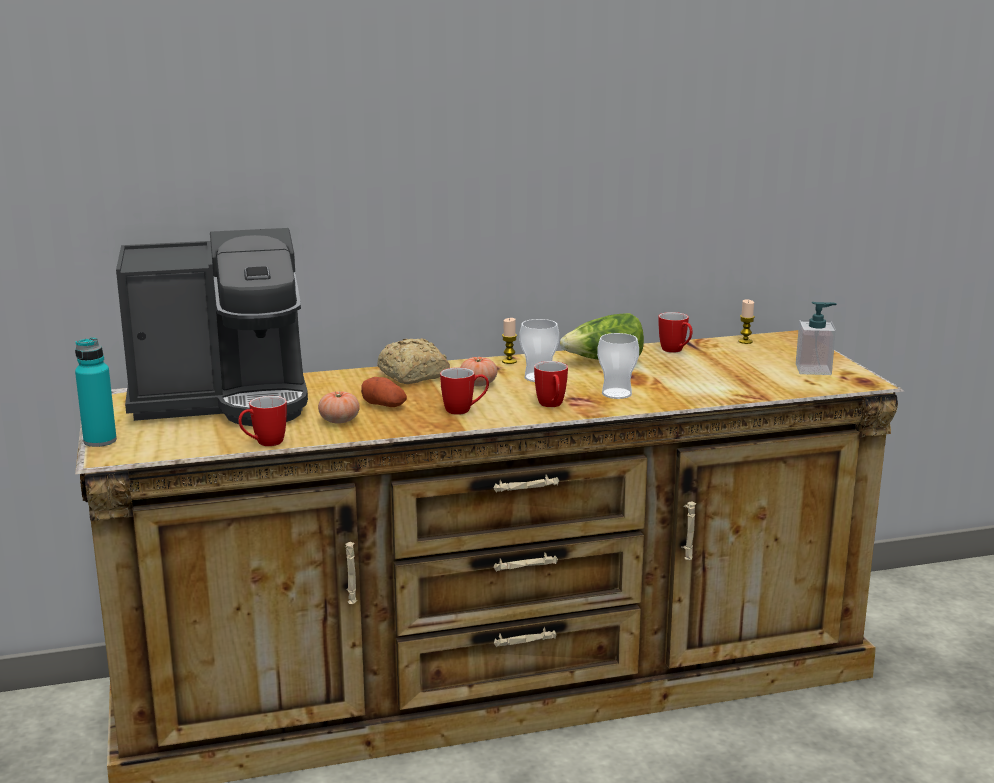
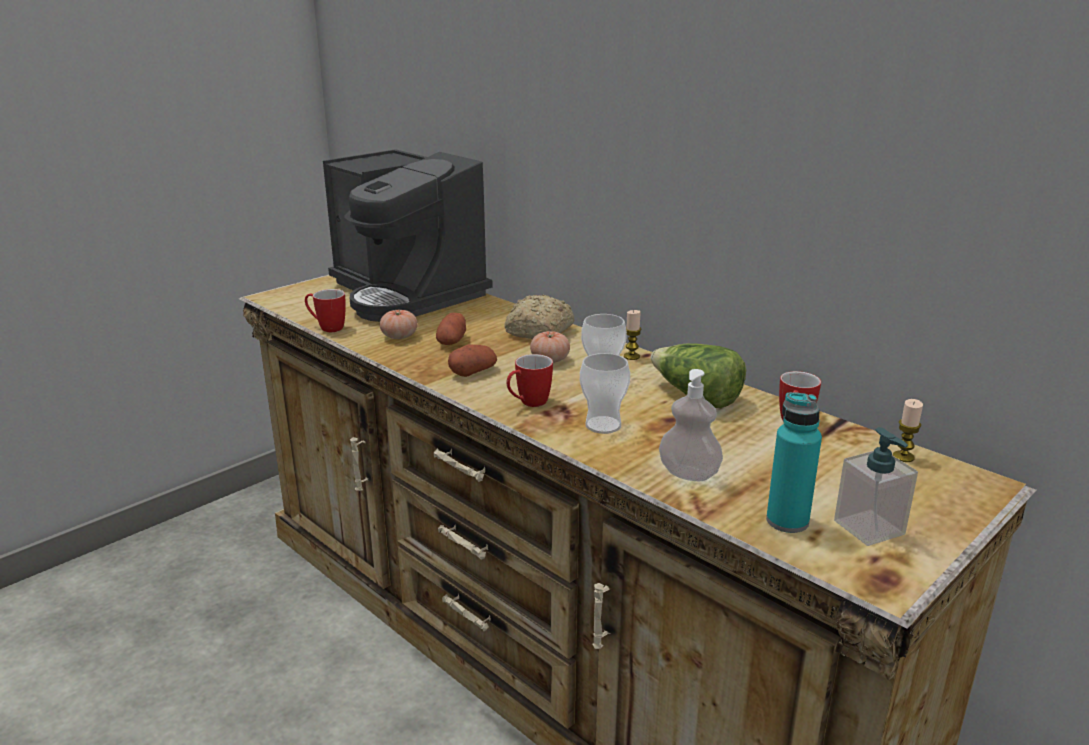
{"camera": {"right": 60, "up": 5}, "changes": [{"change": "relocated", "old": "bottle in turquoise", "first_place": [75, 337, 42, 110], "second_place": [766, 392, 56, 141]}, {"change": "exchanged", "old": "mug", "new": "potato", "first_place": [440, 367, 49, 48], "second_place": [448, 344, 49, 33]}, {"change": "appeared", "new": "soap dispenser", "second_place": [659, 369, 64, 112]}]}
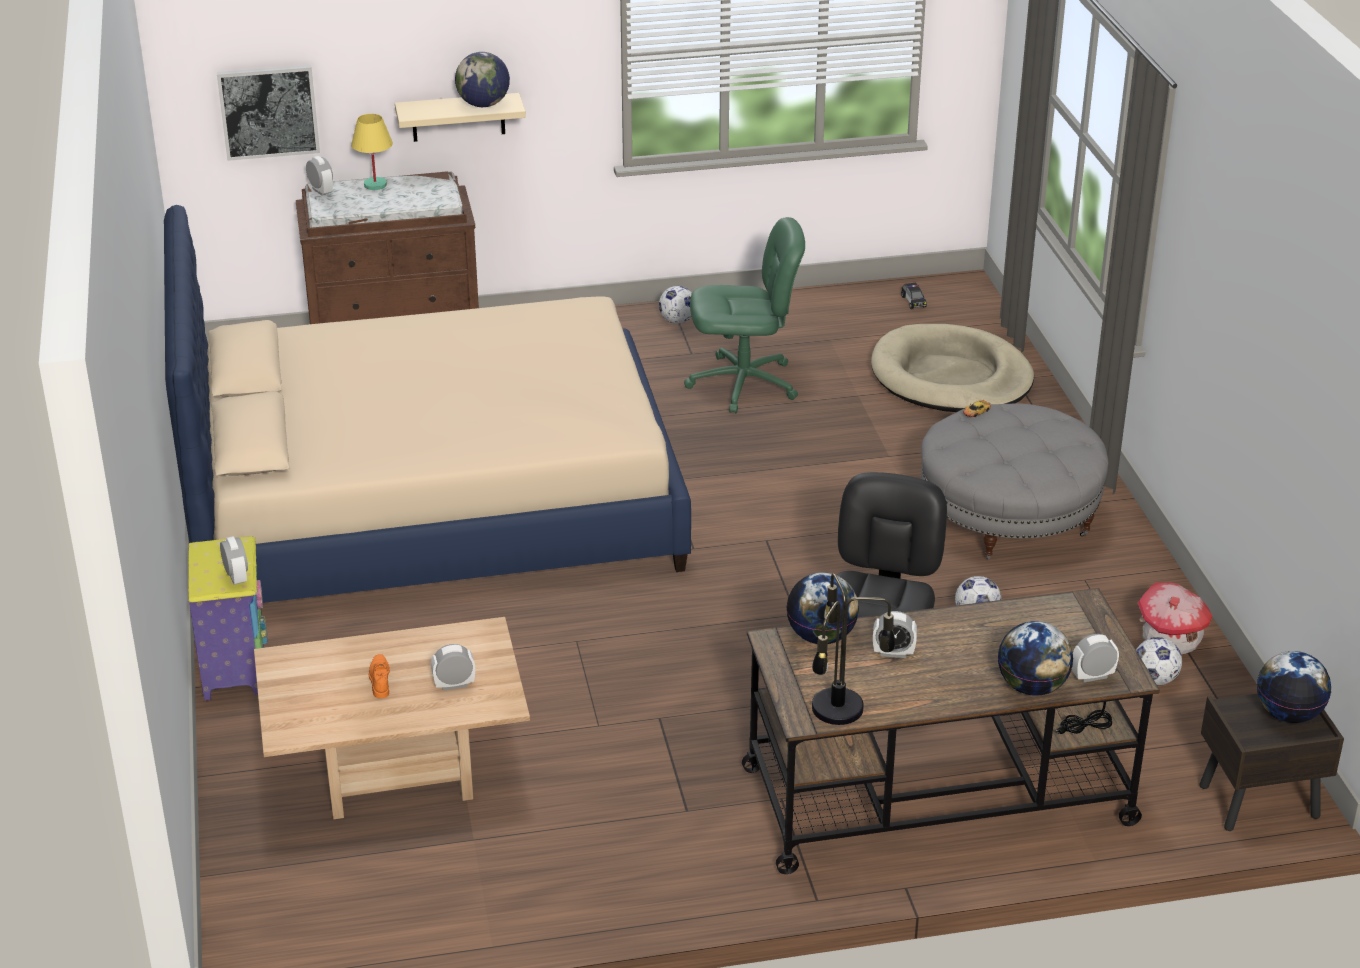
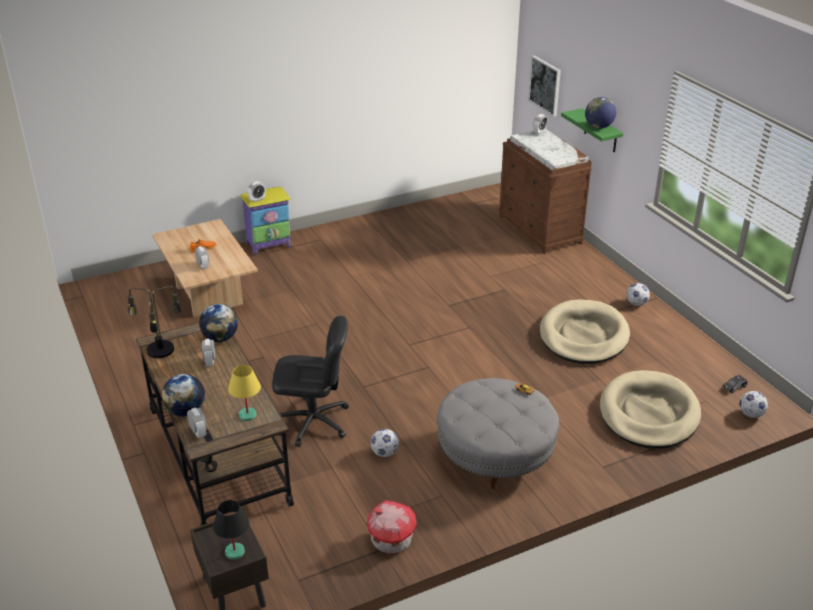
{"camera": {"right": 75, "up": 0}, "changes": [{"change": "colour", "old": "shelf in beige", "new": "shelf in green", "first_place": [395, 93, 131, 49], "second_place": [561, 108, 62, 44]}, {"change": "relocated", "old": "table lamp in yellow", "first_place": [351, 114, 42, 76], "second_place": [228, 365, 33, 56]}, {"change": "missing", "old": "bed in beige", "first_place": [164, 205, 527, 398]}, {"change": "exchanged", "old": "office chair in green", "new": "dog bed in beige", "first_place": [684, 217, 121, 196], "second_place": [540, 299, 90, 65]}, {"change": "relocated", "old": "football", "first_place": [1136, 637, 46, 48], "second_place": [740, 391, 28, 27]}, {"change": "exchanged", "old": "globe", "new": "table lamp in black", "first_place": [1257, 651, 74, 72], "second_place": [213, 500, 36, 60]}]}
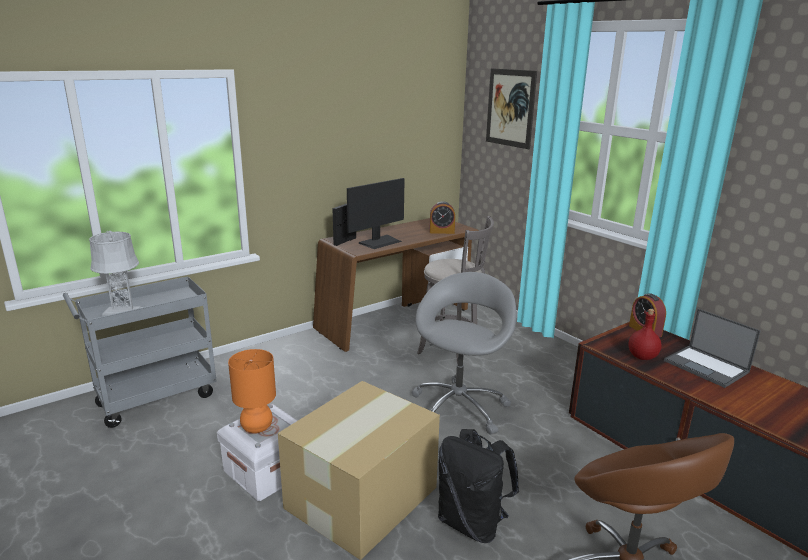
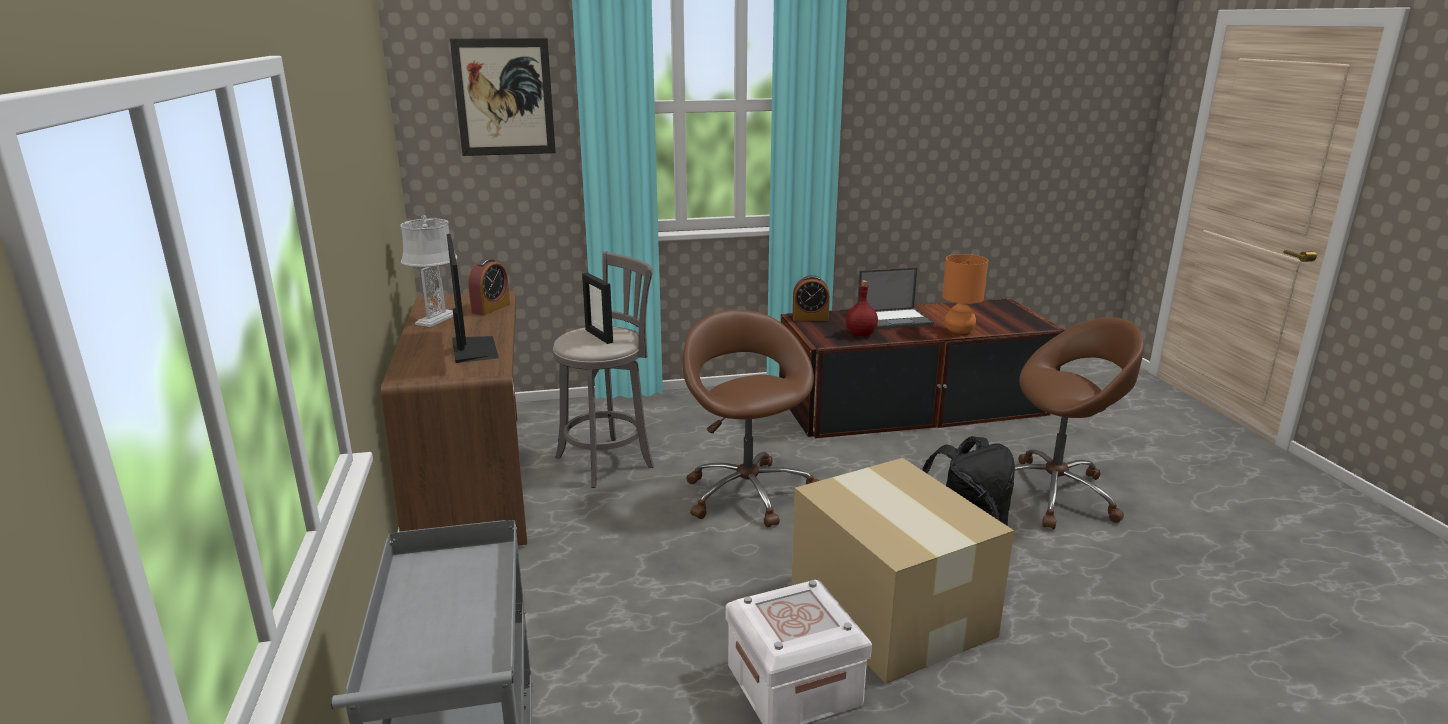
{"camera": {"right": -65, "up": 0}, "changes": [{"change": "relocated", "old": "picture frame", "first_place": [332, 204, 24, 42], "second_place": [582, 273, 31, 71]}, {"change": "relocated", "old": "table lamp in grey", "first_place": [89, 231, 54, 85], "second_place": [400, 215, 57, 112]}, {"change": "colour", "old": "office chair in grey", "new": "office chair in brown", "first_place": [412, 272, 105, 162], "second_place": [683, 309, 136, 218]}, {"change": "relocated", "old": "table lamp in orange", "first_place": [228, 349, 48, 84], "second_place": [942, 254, 46, 80]}]}
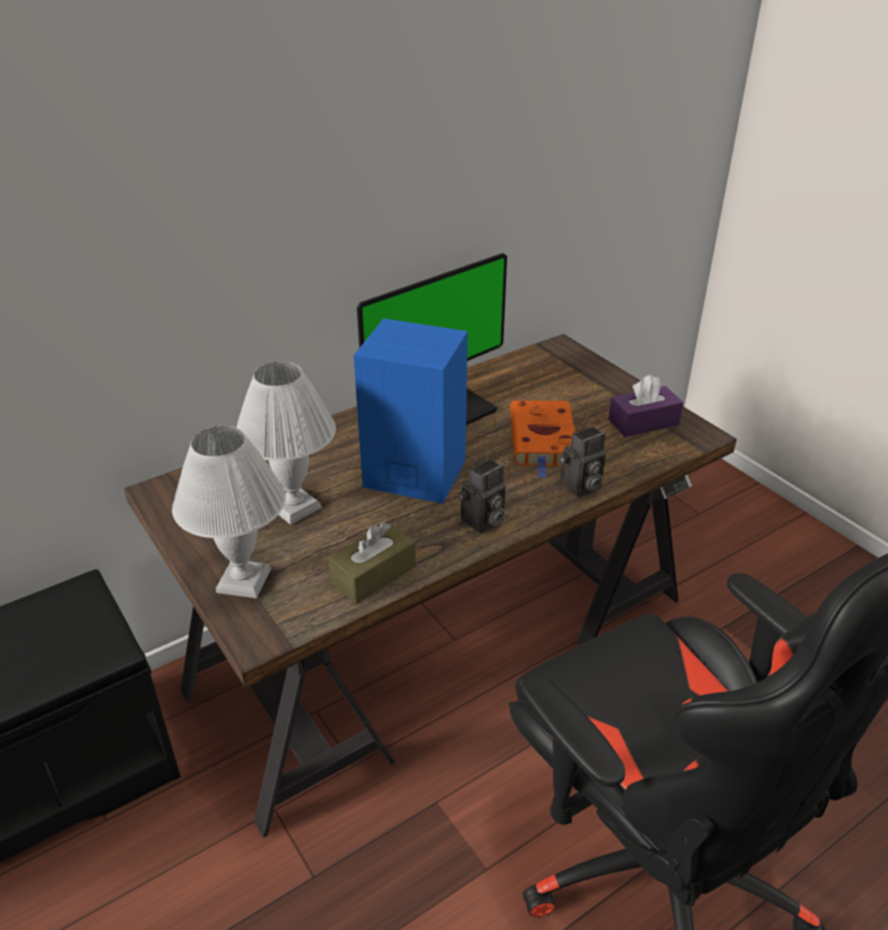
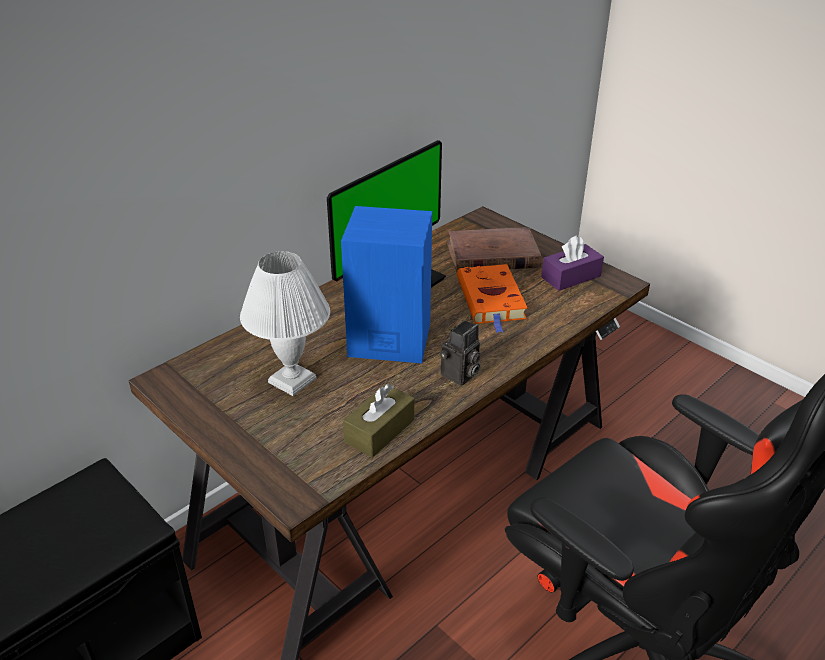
{"camera": {"right": -10, "up": 0}, "changes": [{"change": "missing", "old": "table lamp in white", "first_place": [172, 426, 114, 173]}, {"change": "missing", "old": "photo camera", "first_place": [560, 426, 46, 71]}, {"change": "appeared", "new": "book in brown", "second_place": [446, 227, 96, 45]}]}
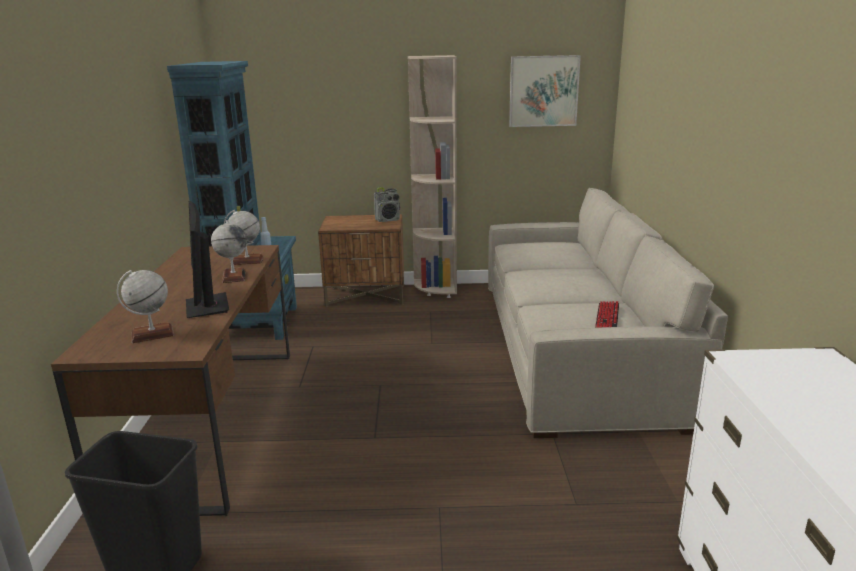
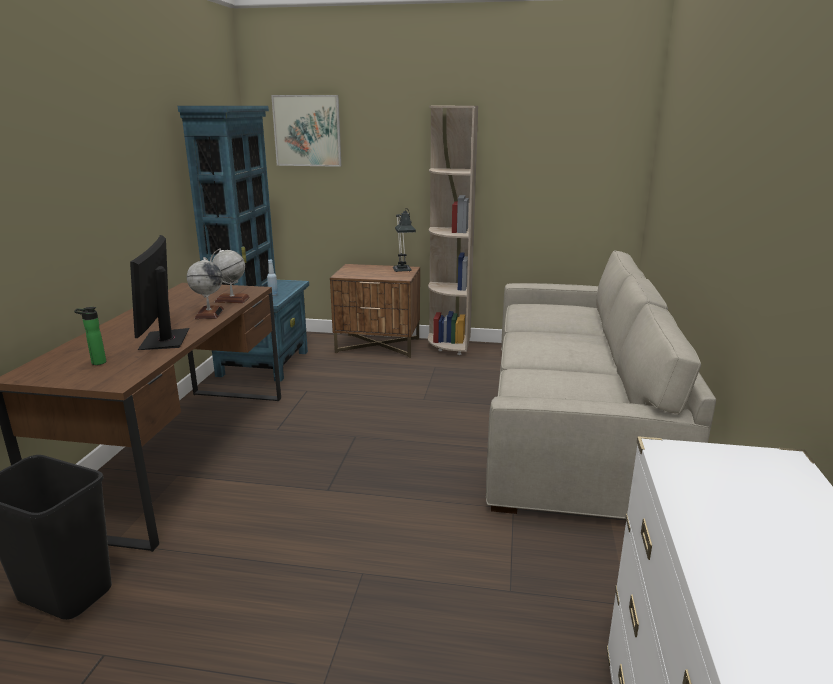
{"camera": {"right": 10, "up": 0}, "changes": [{"change": "relocated", "old": "picture", "first_place": [509, 55, 72, 72], "second_place": [271, 95, 70, 72]}, {"change": "exchanged", "old": "radio", "new": "table lamp", "first_place": [374, 187, 26, 35], "second_place": [393, 208, 23, 64]}, {"change": "exchanged", "old": "globe", "new": "bottle", "first_place": [117, 270, 57, 73], "second_place": [74, 307, 32, 58]}, {"change": "missing", "old": "keyboard", "first_place": [595, 301, 24, 27]}]}
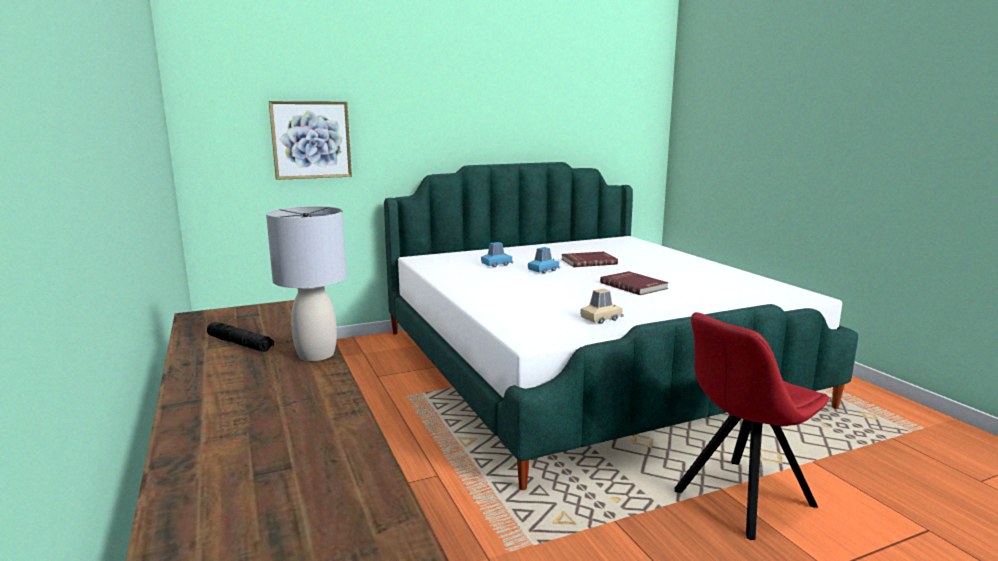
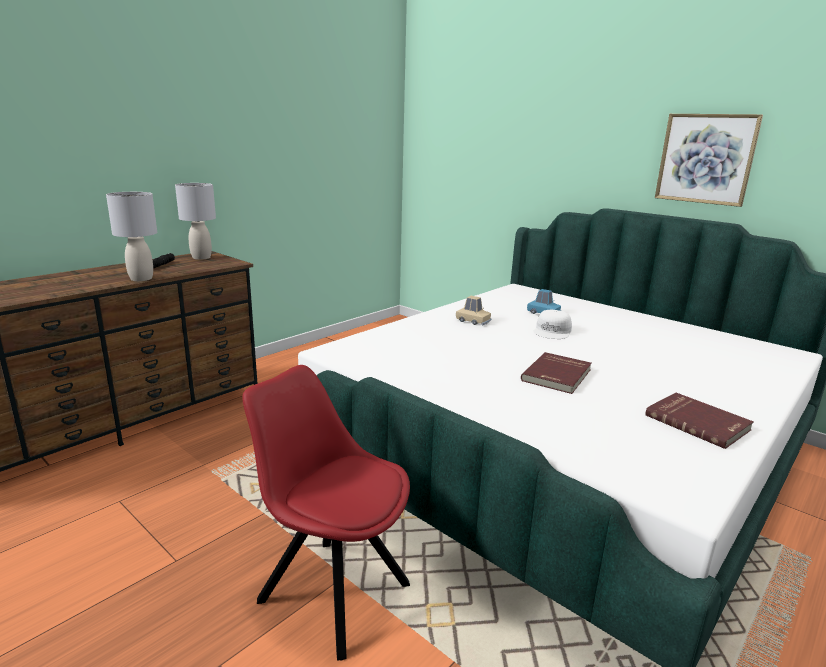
{"camera": {"right": 65, "up": 5}, "changes": [{"change": "relocated", "old": "picture", "first_place": [269, 101, 83, 79], "second_place": [655, 114, 108, 93]}, {"change": "exchanged", "old": "toy car in blue", "new": "cap in white", "first_place": [528, 247, 32, 26], "second_place": [533, 310, 39, 29]}, {"change": "relocated", "old": "book in red", "first_place": [561, 252, 57, 15], "second_place": [646, 393, 108, 56]}, {"change": "relocated", "old": "toy car in beige", "first_place": [580, 288, 44, 36], "second_place": [456, 296, 36, 29]}, {"change": "appeared", "new": "table lamp in grey", "second_place": [175, 183, 41, 77]}]}
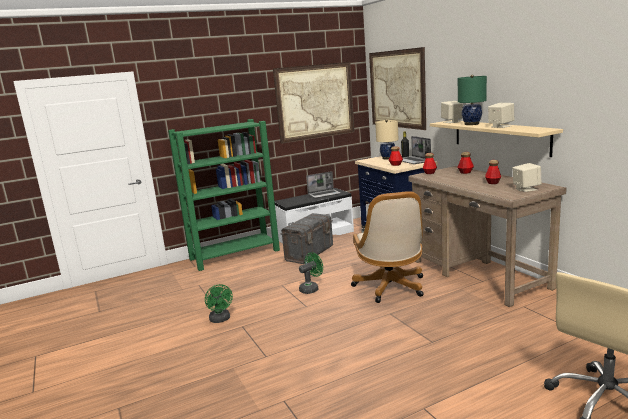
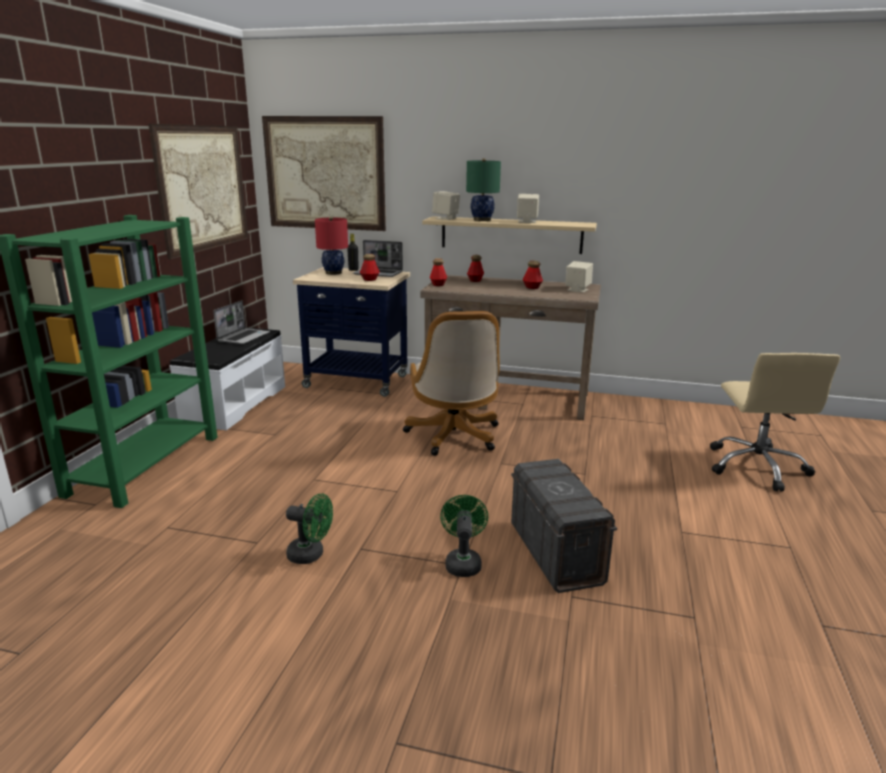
{"camera": {"right": -50, "up": 5}, "changes": [{"change": "colour", "old": "table lamp in beige", "new": "table lamp in red", "first_place": [375, 119, 24, 41], "second_place": [315, 217, 33, 58]}, {"change": "spun", "old": "office chair", "first_place": [351, 191, 73, 112], "second_place": [403, 311, 97, 145], "degrees": 45}, {"change": "relocated", "old": "storage box in grey", "first_place": [280, 213, 53, 51], "second_place": [511, 459, 106, 134]}, {"change": "relocated", "old": "fan in green", "first_place": [299, 252, 24, 42], "second_place": [440, 495, 48, 82]}]}
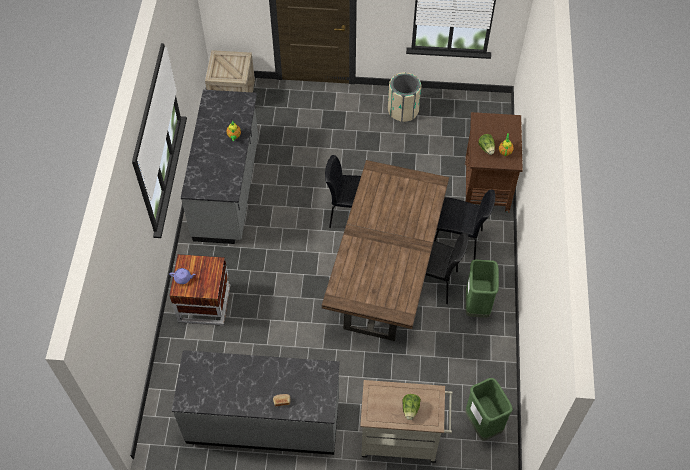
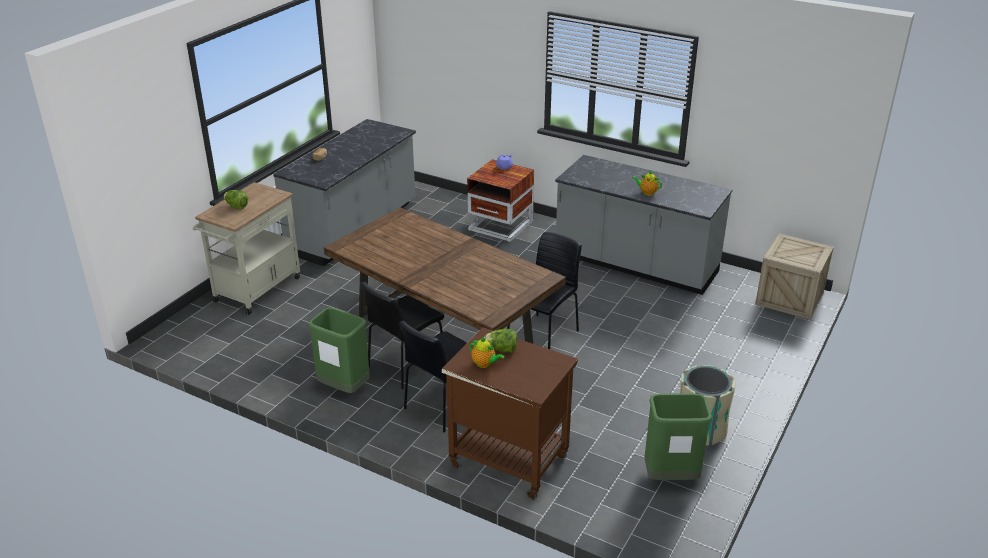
{"camera": {"right": 115, "up": -25}, "changes": [{"change": "relocated", "old": "trash can in green", "first_place": [465, 378, 48, 62], "second_place": [644, 394, 68, 86]}]}
